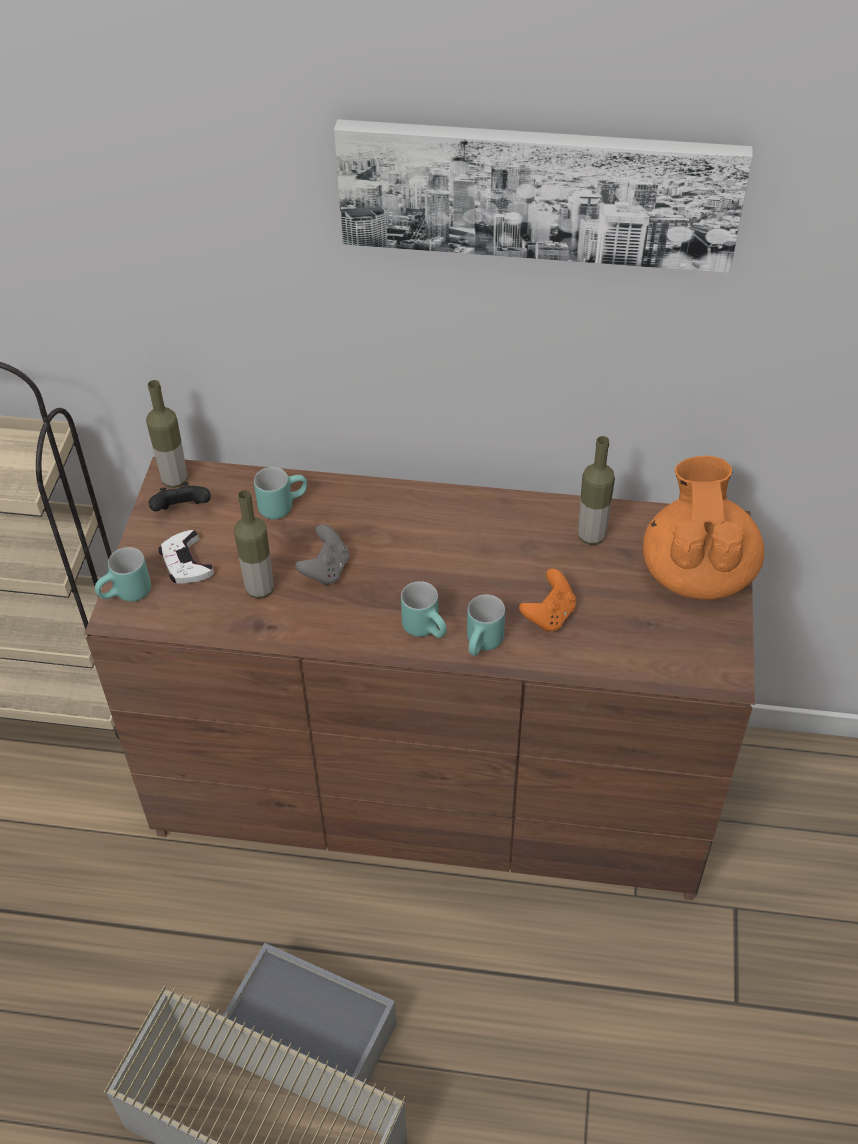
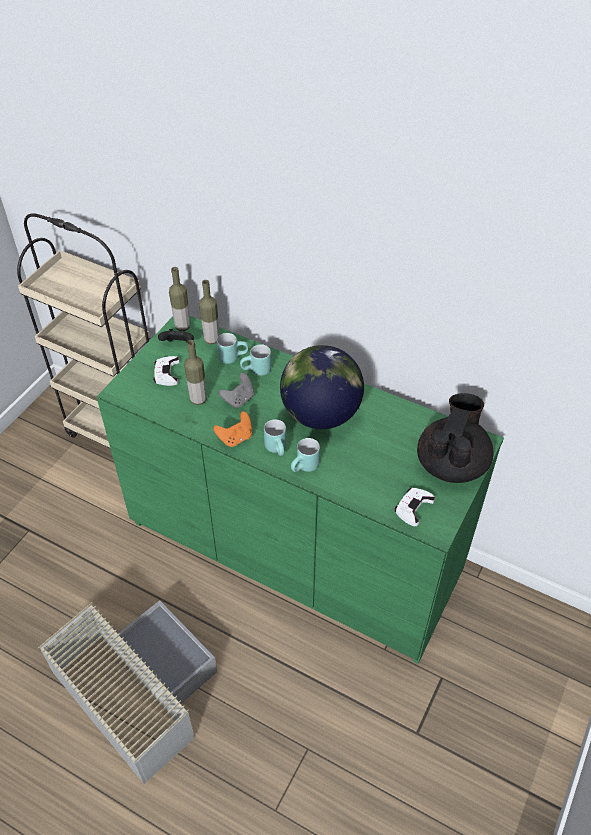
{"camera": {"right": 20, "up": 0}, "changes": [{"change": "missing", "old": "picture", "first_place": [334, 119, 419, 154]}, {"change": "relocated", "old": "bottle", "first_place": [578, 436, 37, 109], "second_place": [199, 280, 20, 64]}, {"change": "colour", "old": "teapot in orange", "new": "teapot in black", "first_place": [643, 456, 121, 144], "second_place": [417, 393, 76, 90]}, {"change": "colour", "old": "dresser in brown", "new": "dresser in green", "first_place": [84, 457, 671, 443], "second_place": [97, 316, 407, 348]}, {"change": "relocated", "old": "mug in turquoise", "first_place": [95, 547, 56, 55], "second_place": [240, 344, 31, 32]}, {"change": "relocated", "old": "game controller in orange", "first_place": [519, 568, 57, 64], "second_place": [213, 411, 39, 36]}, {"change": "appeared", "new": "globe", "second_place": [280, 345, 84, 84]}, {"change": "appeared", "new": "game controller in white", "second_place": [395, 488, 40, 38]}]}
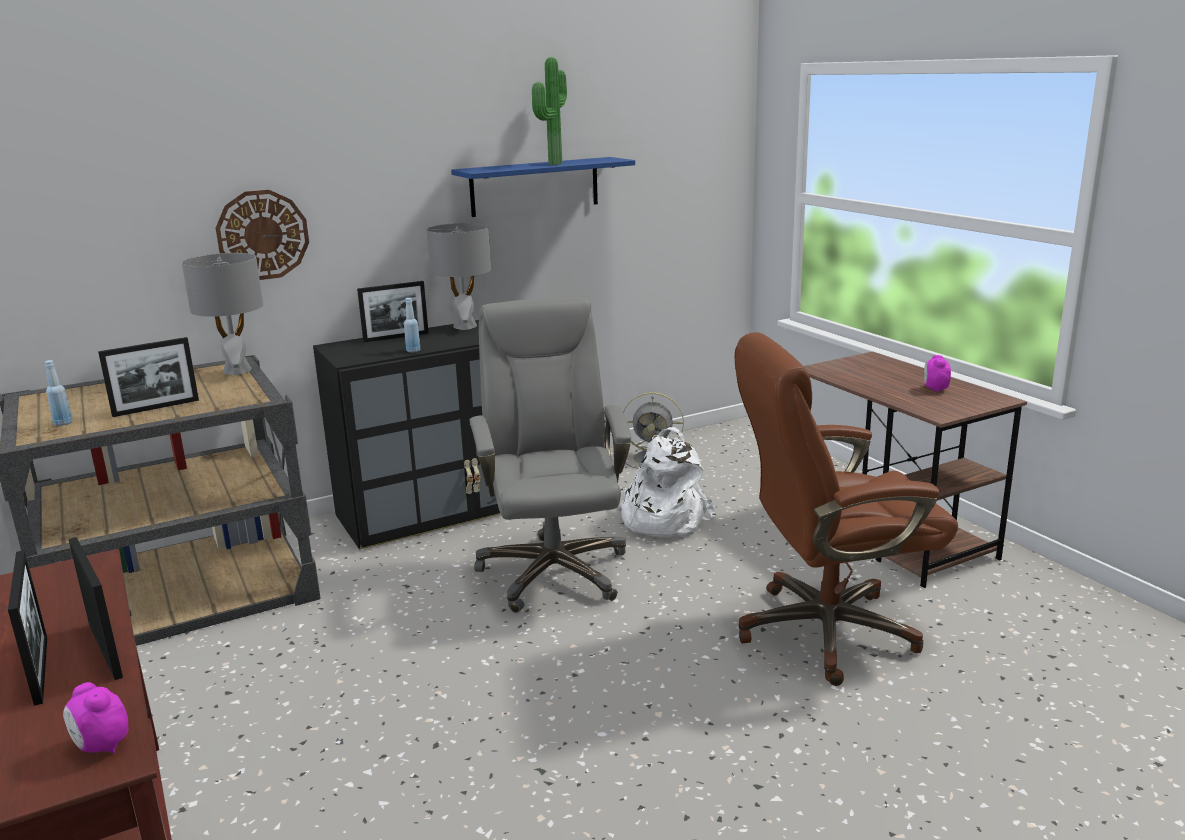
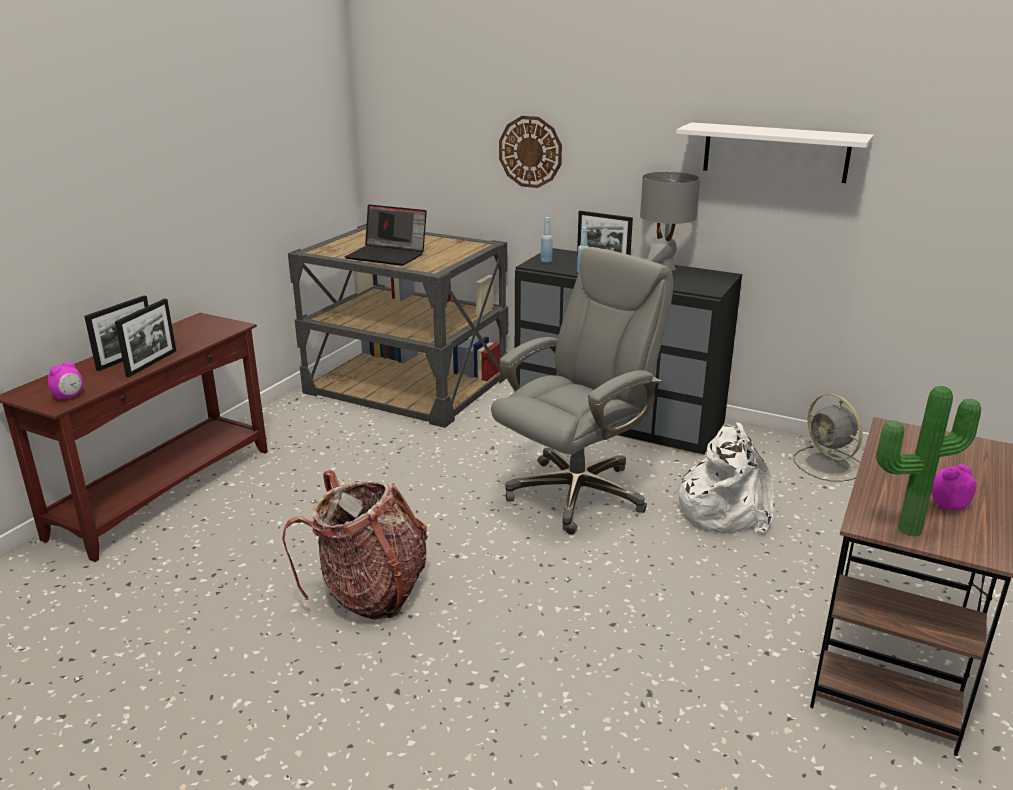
{"camera": {"right": 55, "up": 5}, "changes": [{"change": "relocated", "old": "potted plant", "first_place": [532, 57, 35, 108], "second_place": [876, 386, 105, 151]}, {"change": "colour", "old": "shelf in blue", "new": "shelf in white", "first_place": [451, 157, 184, 60], "second_place": [676, 122, 198, 61]}, {"change": "missing", "old": "table lamp in grey", "first_place": [182, 253, 81, 122]}, {"change": "missing", "old": "office chair in brown", "first_place": [735, 332, 223, 354]}, {"change": "exchanged", "old": "picture frame", "new": "laptop", "first_place": [98, 337, 101, 80], "second_place": [344, 204, 83, 62]}, {"change": "relocated", "old": "bottle in blue", "first_place": [45, 360, 27, 66], "second_place": [541, 217, 12, 46]}, {"change": "spun", "old": "alarm clock", "first_place": [63, 682, 65, 72], "second_place": [48, 362, 35, 38], "degrees": -150}, {"change": "appeared", "new": "backpack", "second_place": [282, 470, 146, 150]}]}
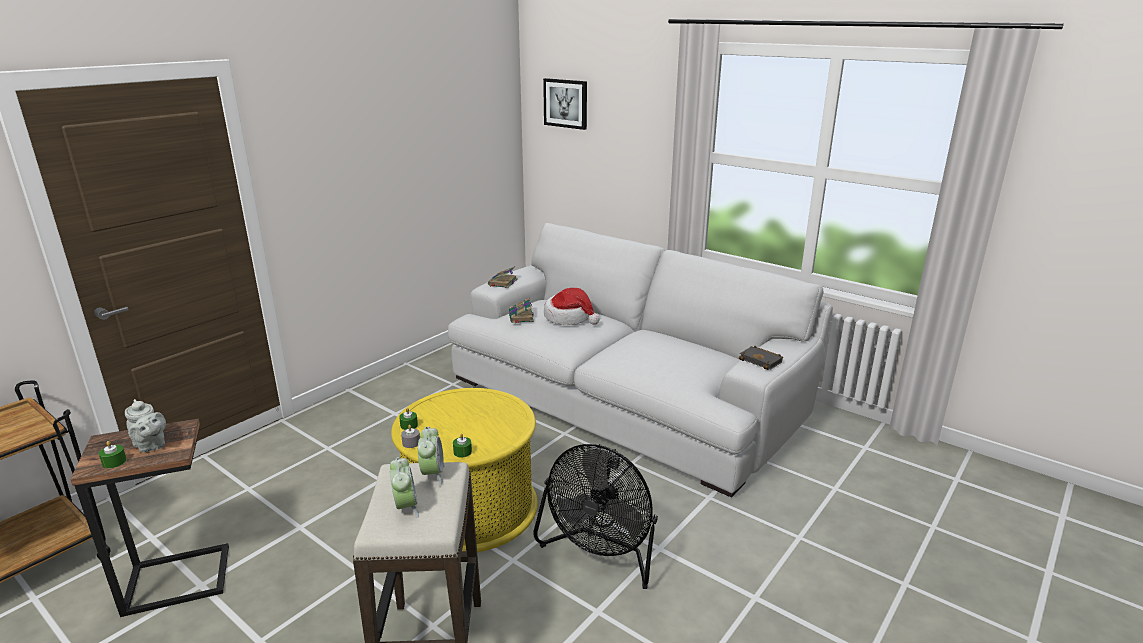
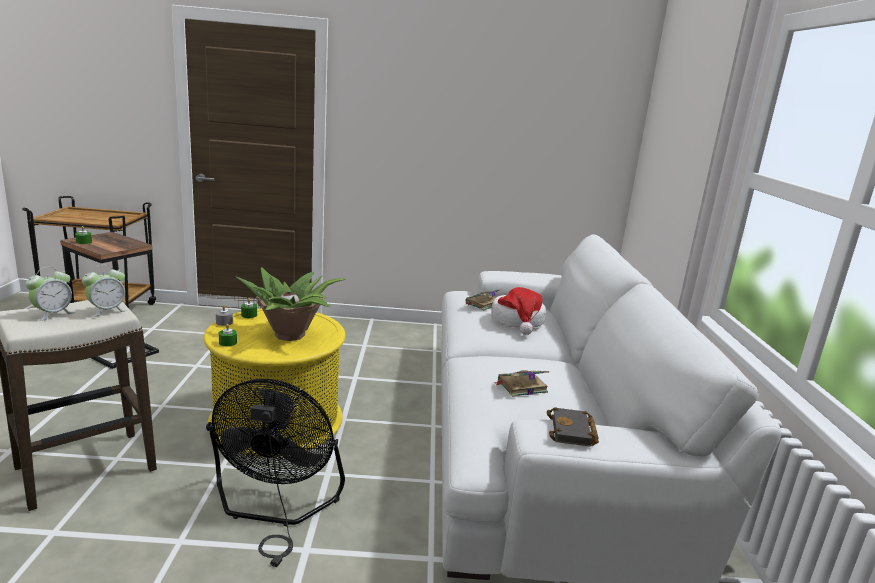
{"camera": {"right": 50, "up": -5}, "changes": [{"change": "missing", "old": "picture", "first_place": [543, 78, 44, 52]}, {"change": "relocated", "old": "book", "first_place": [488, 266, 30, 22], "second_place": [494, 370, 55, 27]}, {"change": "missing", "old": "teapot in grey", "first_place": [125, 399, 41, 53]}, {"change": "spun", "old": "fan in black", "first_place": [533, 444, 125, 145], "second_place": [206, 379, 139, 188], "degrees": 105}, {"change": "appeared", "new": "potted plant", "second_place": [236, 268, 109, 73]}]}
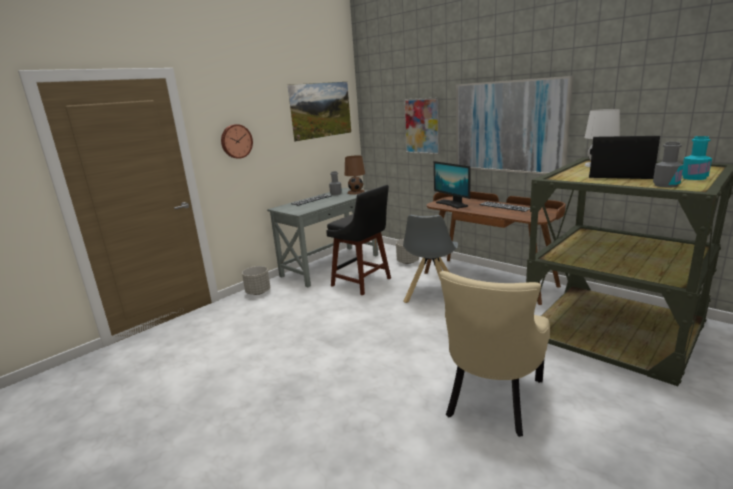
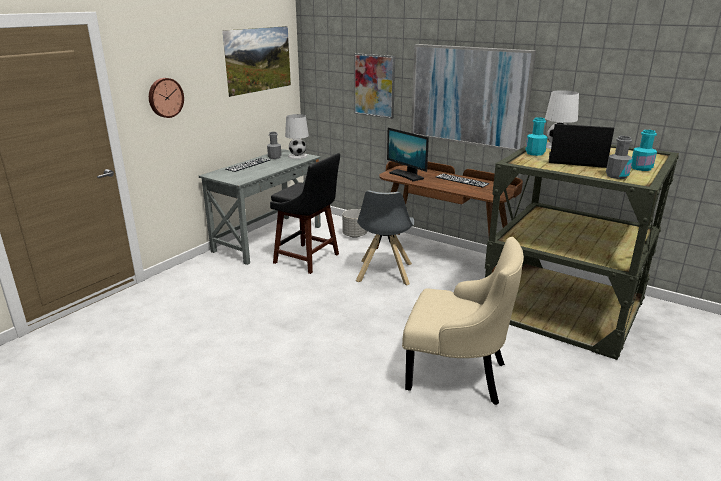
{"camera": {"right": -10, "up": 5}, "changes": [{"change": "colour", "old": "table lamp in brown", "new": "table lamp in white", "first_place": [345, 155, 20, 40], "second_place": [285, 114, 24, 45]}, {"change": "missing", "old": "planter in grey", "first_place": [242, 266, 28, 29]}, {"change": "spun", "old": "chair in beige", "first_place": [439, 271, 111, 166], "second_place": [402, 237, 122, 168], "degrees": -90}, {"change": "appeared", "new": "bottle in turquoise", "second_place": [525, 117, 23, 39]}]}
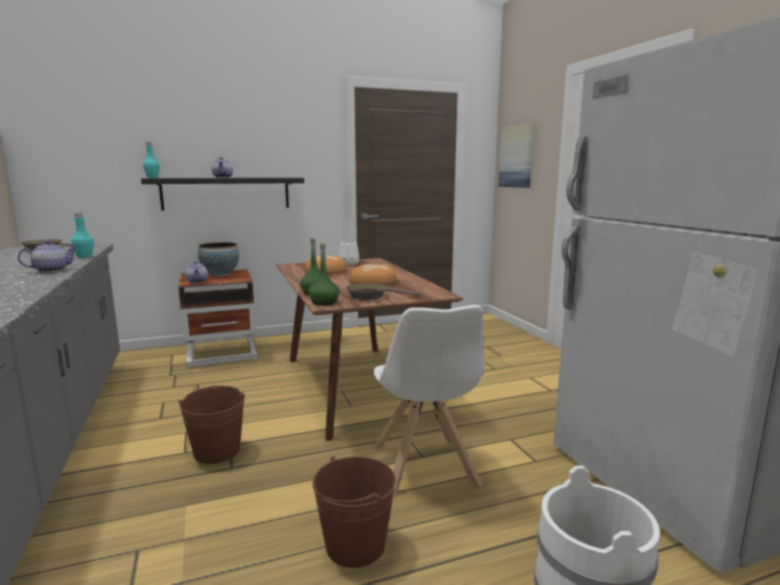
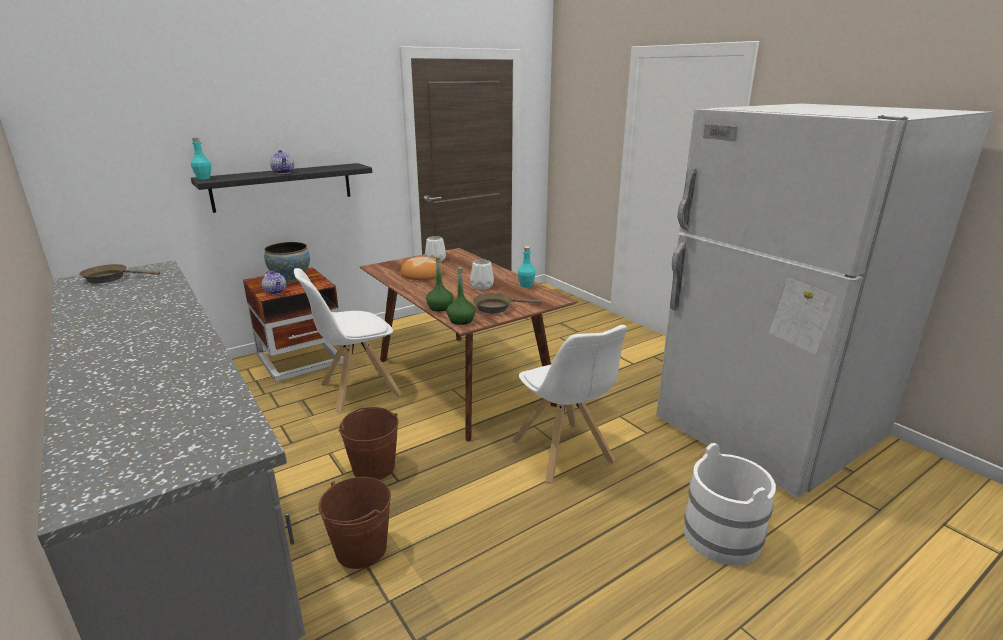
{"camera": {"right": -15, "up": 10}, "changes": [{"change": "missing", "old": "picture", "first_place": [498, 124, 36, 64]}, {"change": "relocated", "old": "bottle in turquoise", "first_place": [71, 213, 23, 45], "second_place": [518, 246, 17, 42]}, {"change": "missing", "old": "teapot", "first_place": [18, 240, 60, 32]}, {"change": "exchanged", "old": "bread", "new": "vase in white", "first_place": [349, 264, 48, 21], "second_place": [470, 260, 24, 30]}, {"change": "relocated", "old": "bucket in brown", "first_place": [313, 456, 83, 112], "second_place": [318, 477, 73, 92]}, {"change": "appeared", "new": "chair in white", "second_place": [294, 268, 108, 144]}]}
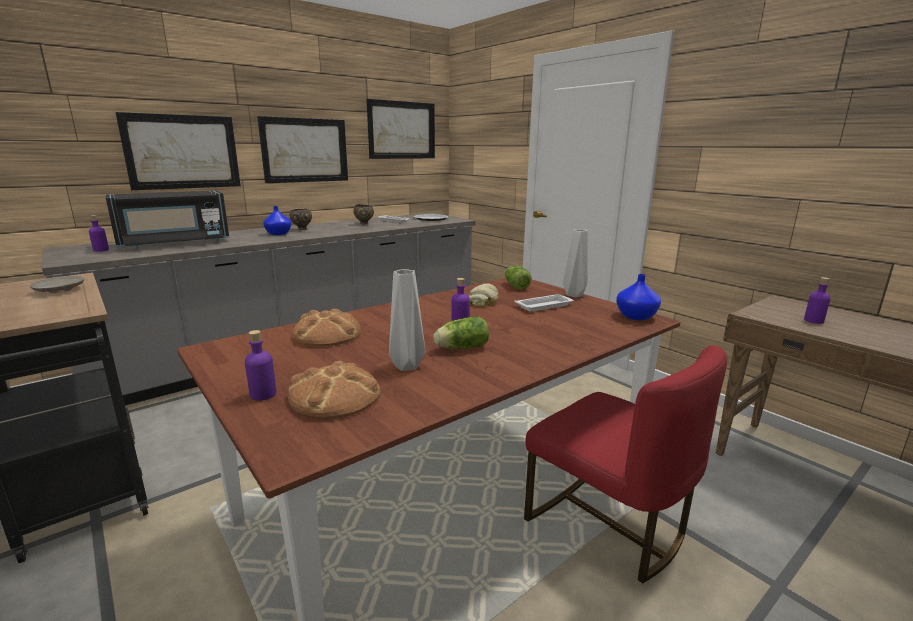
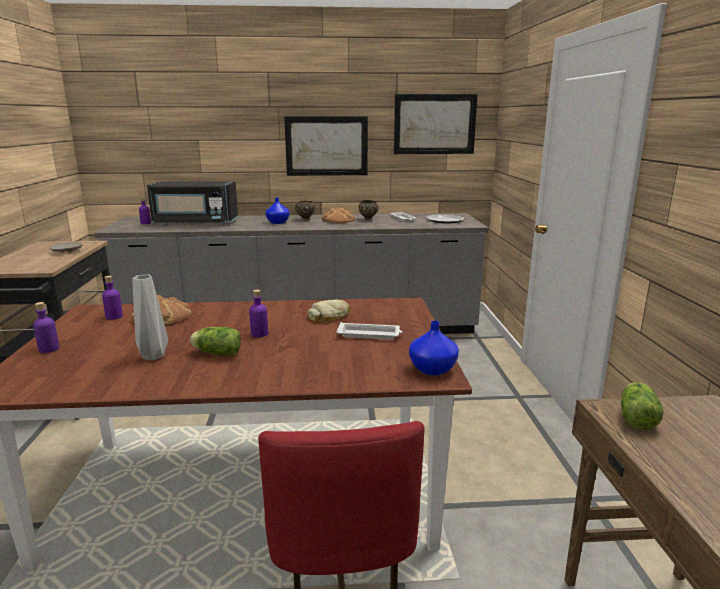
{"camera": {"right": 35, "up": 0}, "changes": [{"change": "missing", "old": "picture", "first_place": [115, 112, 126, 78]}, {"change": "missing", "old": "vase in grey", "first_place": [563, 229, 25, 68]}, {"change": "relocated", "old": "lettuce", "first_place": [505, 266, 26, 24], "second_place": [621, 383, 42, 47]}, {"change": "relocated", "old": "bottle in purple", "first_place": [804, 277, 27, 47], "second_place": [102, 276, 21, 44]}, {"change": "relocated", "old": "bread", "first_place": [288, 360, 93, 60], "second_place": [322, 208, 33, 15]}]}
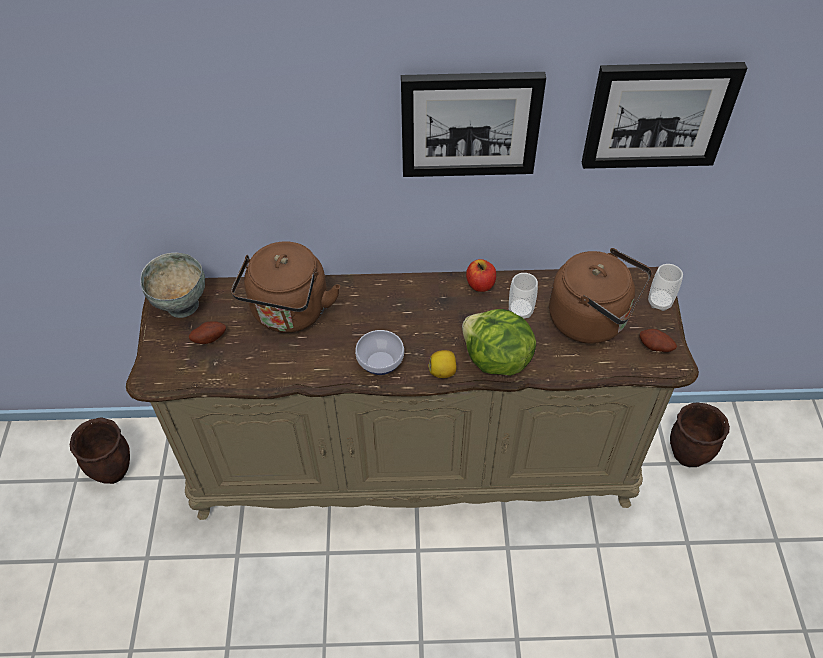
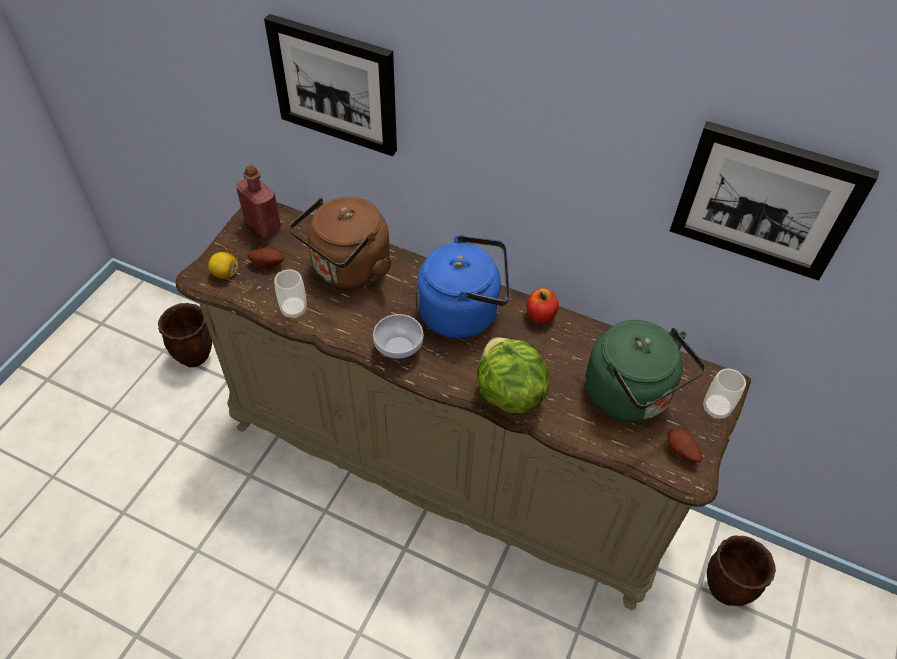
{"camera": {"right": 25, "up": 0}, "changes": [{"change": "relocated", "old": "picture", "first_place": [401, 72, 145, 105], "second_place": [264, 14, 133, 142]}, {"change": "colour", "old": "kettle in brown", "new": "kettle in green", "first_place": [549, 248, 103, 96], "second_place": [586, 320, 120, 102]}, {"change": "exchanged", "old": "bowl in grey", "new": "bottle in red", "first_place": [140, 253, 65, 65], "second_place": [236, 165, 45, 73]}, {"change": "relocated", "old": "cup", "first_place": [509, 273, 29, 46], "second_place": [274, 269, 33, 50]}, {"change": "relocated", "old": "lemon", "first_place": [428, 350, 28, 28], "second_place": [208, 252, 30, 27]}, {"change": "appeared", "new": "kettle in blue", "second_place": [417, 235, 93, 103]}]}
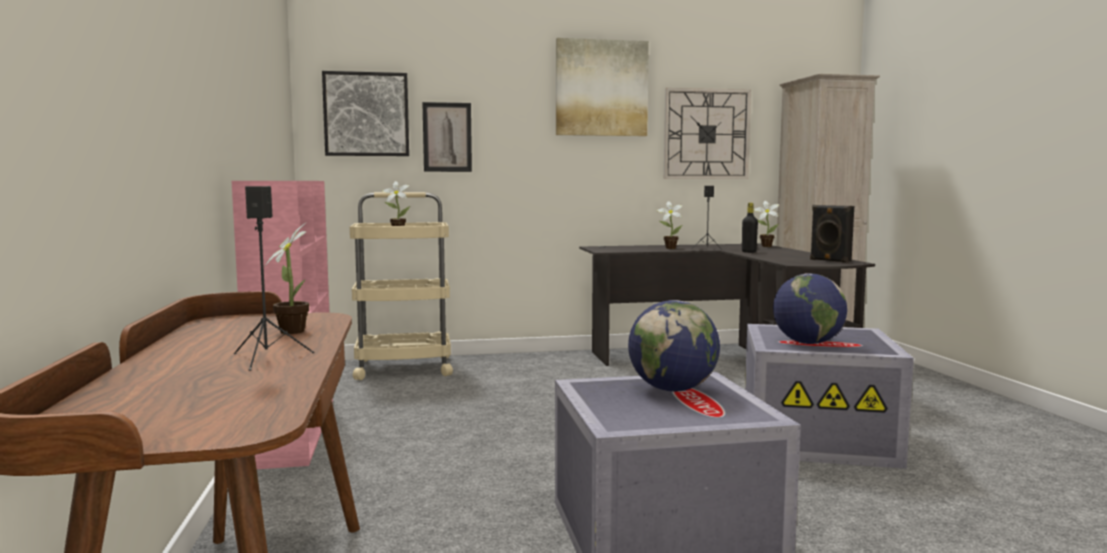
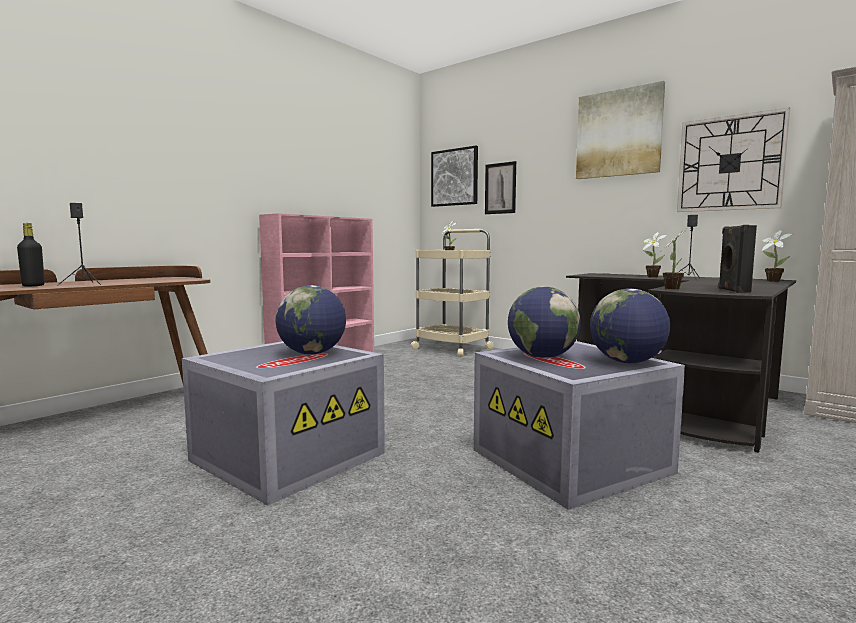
{"camera": {"right": 50, "up": 0}, "changes": [{"change": "relocated", "old": "bottle in black", "first_place": [742, 203, 16, 50], "second_place": [17, 223, 28, 63]}, {"change": "relocated", "old": "potted plant", "first_place": [264, 222, 45, 112], "second_place": [662, 227, 26, 62]}, {"change": "appeared", "new": "globe", "second_place": [590, 288, 80, 75]}]}
